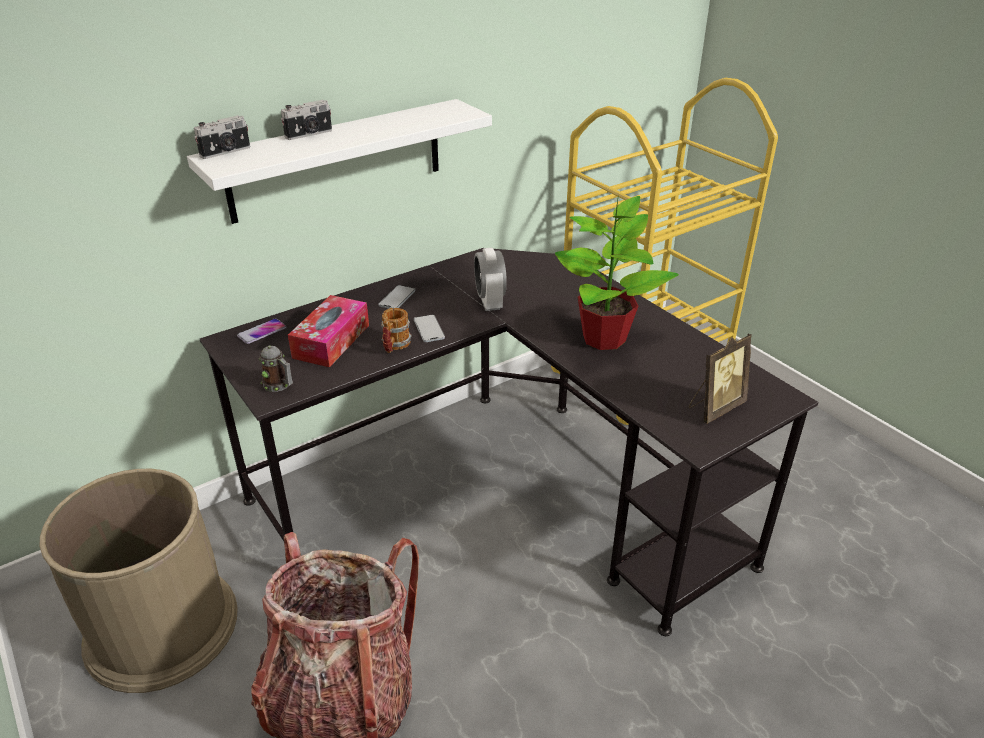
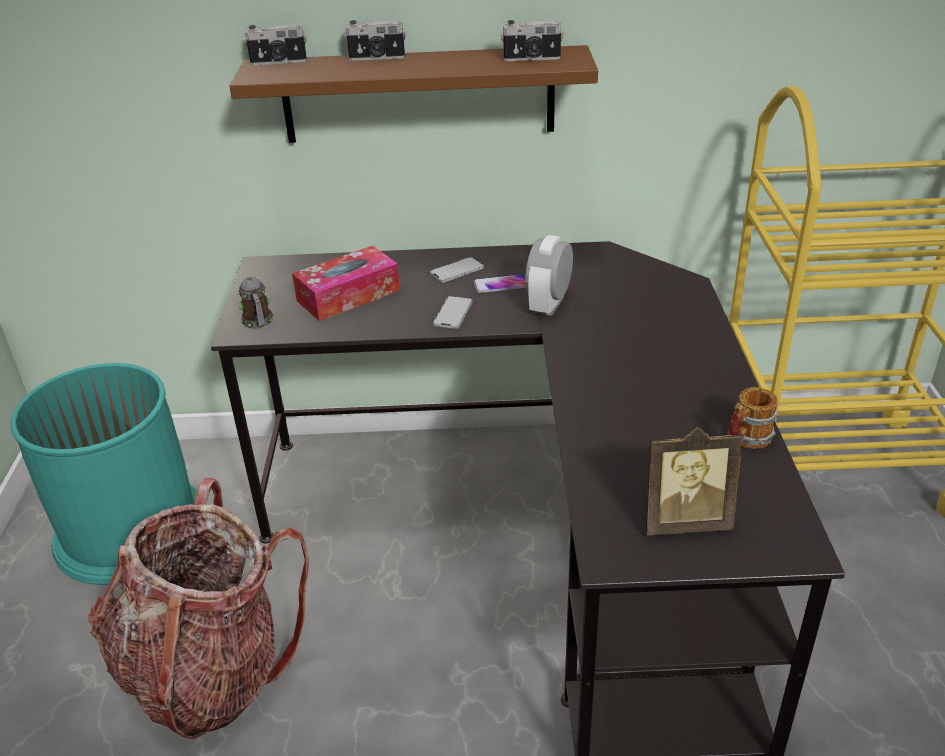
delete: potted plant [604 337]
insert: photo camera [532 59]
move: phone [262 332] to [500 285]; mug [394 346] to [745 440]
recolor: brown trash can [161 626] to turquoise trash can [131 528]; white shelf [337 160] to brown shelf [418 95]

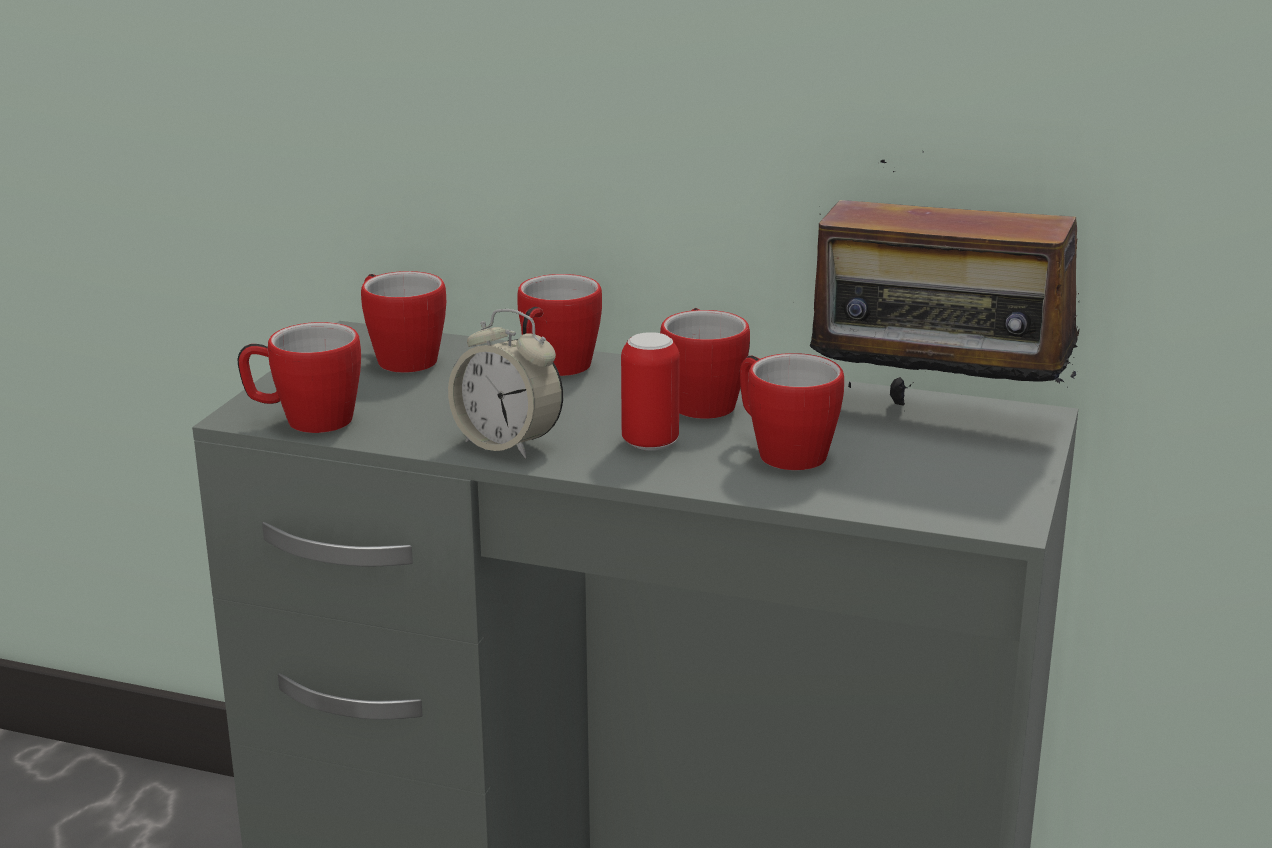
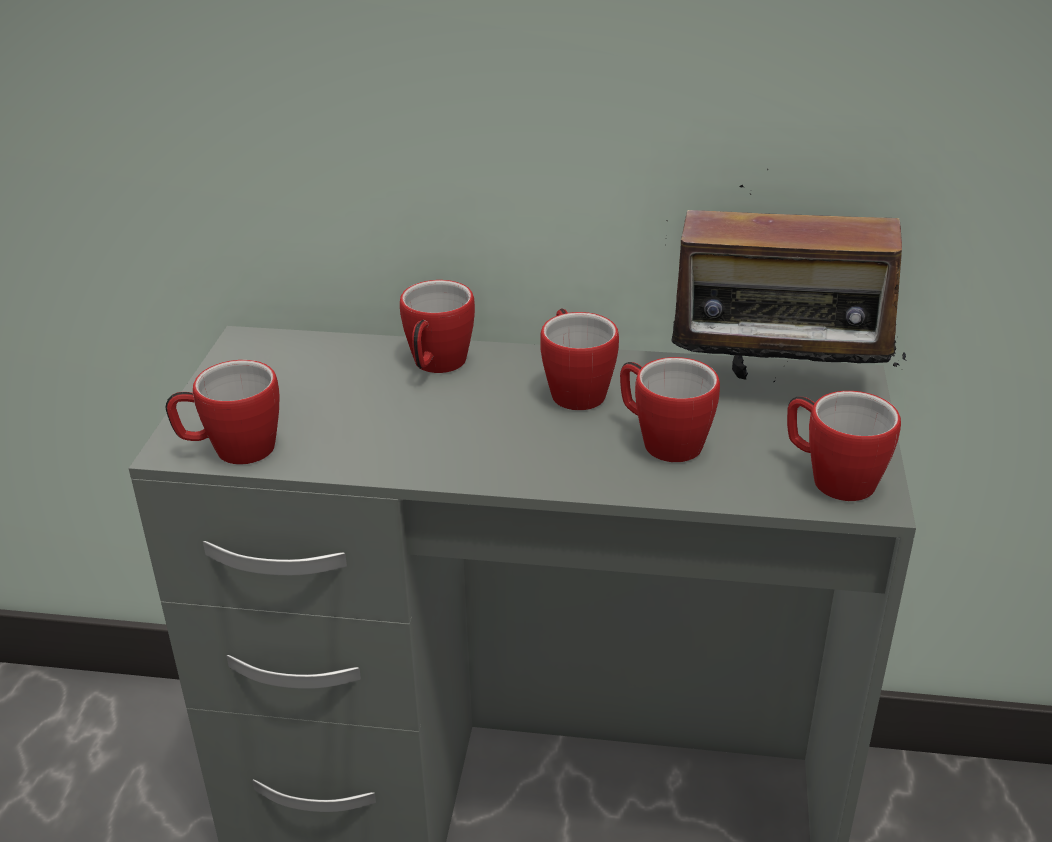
delete: alarm clock [507 444]; can [650 443]
move: mug [400 358] to [831 478]

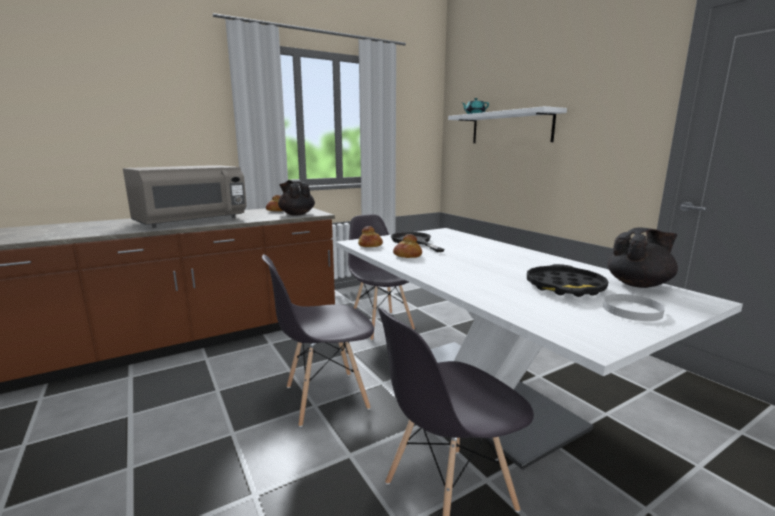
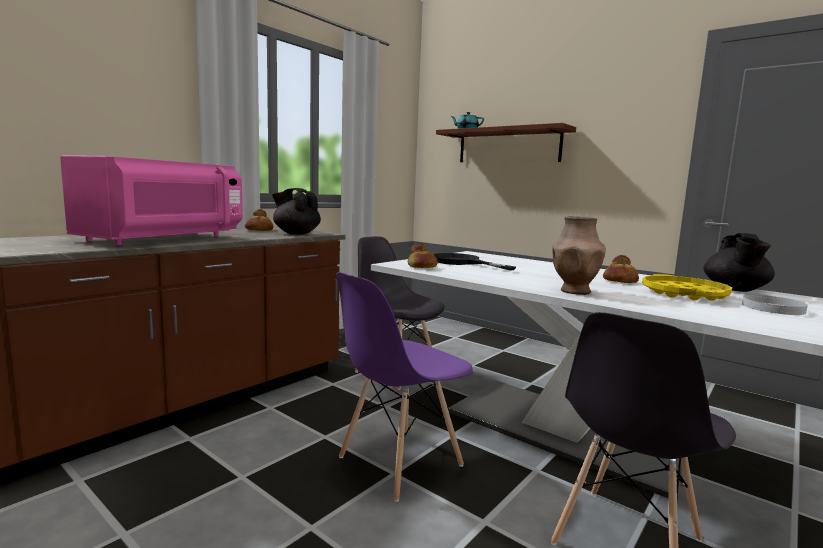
insert: brown vase [574 291]
move: bread [407 256] to [619 281]
recolor: grey microwave [192 221] to pink microwave [163 239]; grey chair [325 398] to purple chair [399 462]; white shelf [510 128] to brown shelf [508 146]; black tray [564 287] to yellow tray [684 294]
rotate: black teapot [639 284] = [735 289] 150 degrees clockwise

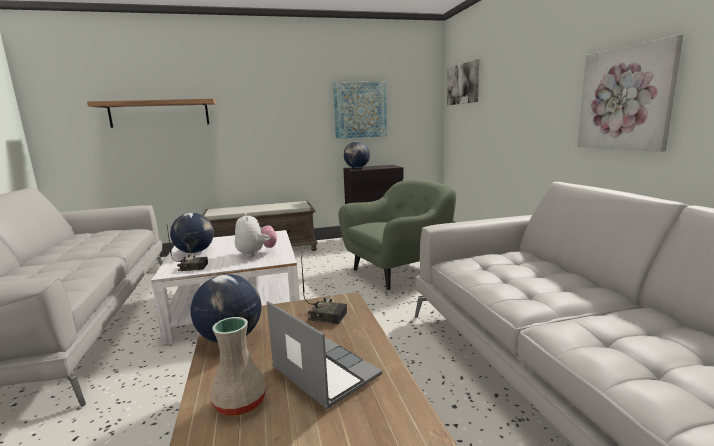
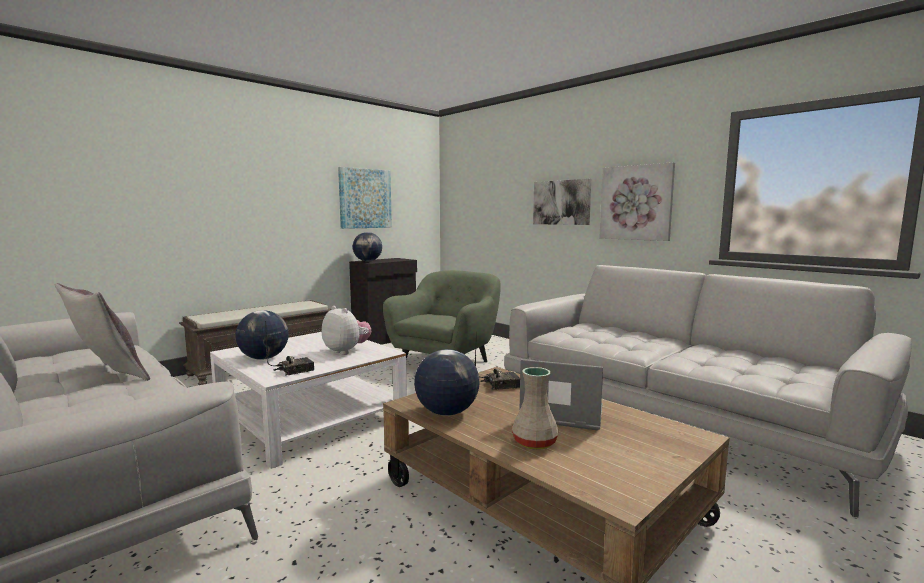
delete: shelf [159 113]
insert: grey pillow [107 376]
move: picture [463 84] to [561 202]

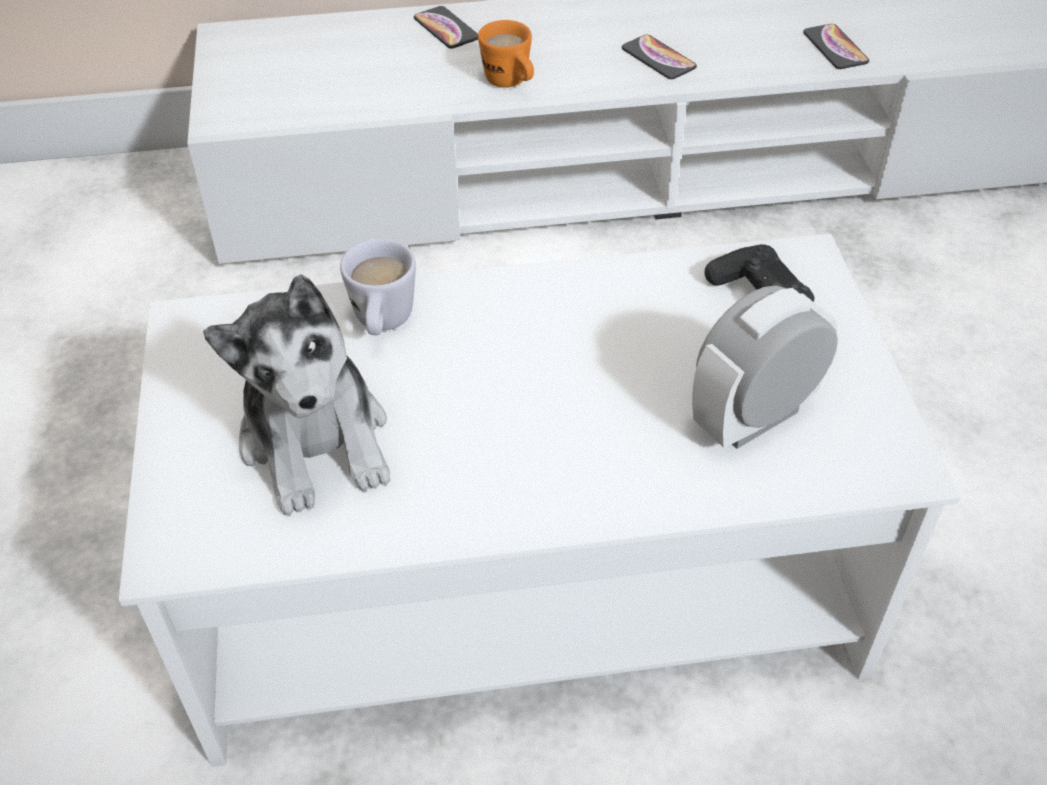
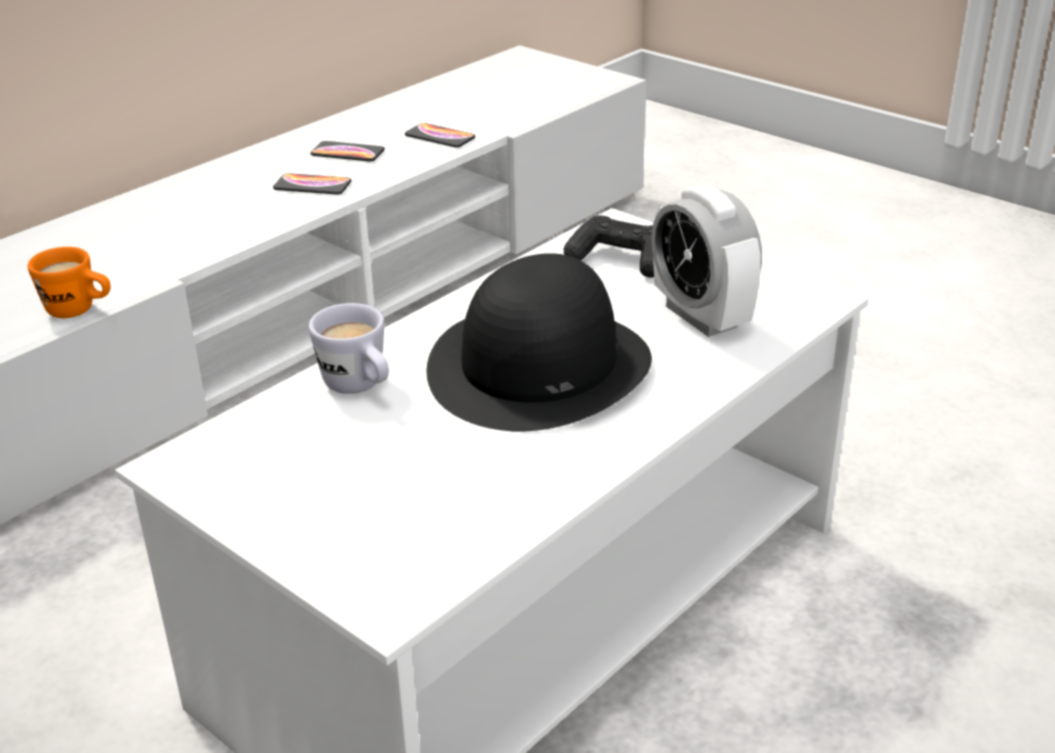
delete: plush toy [316 440]
insert: black hat [539 367]
move: phone [446 28] to [347 153]; orange mug [511 83] to [80 311]
rotate: alarm clock [754 418] = [701 316] 45 degrees counterclockwise

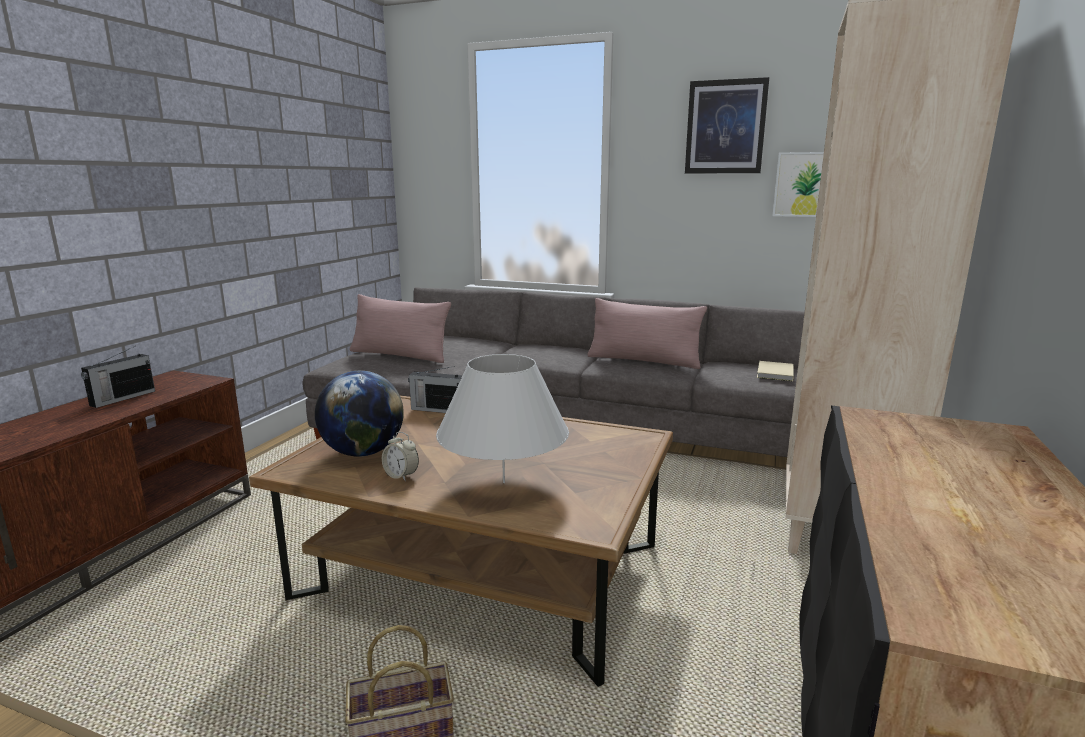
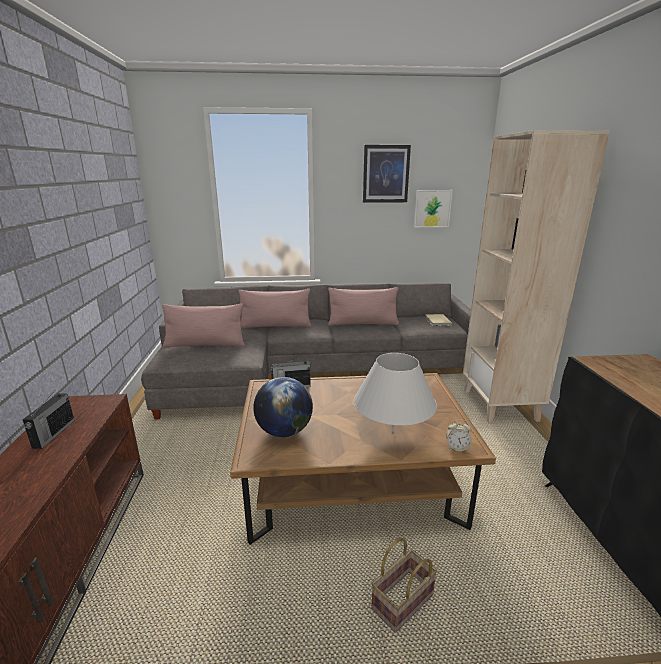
insert: pink pillow [275 326]
move: alarm clock [401 476] to [457 447]

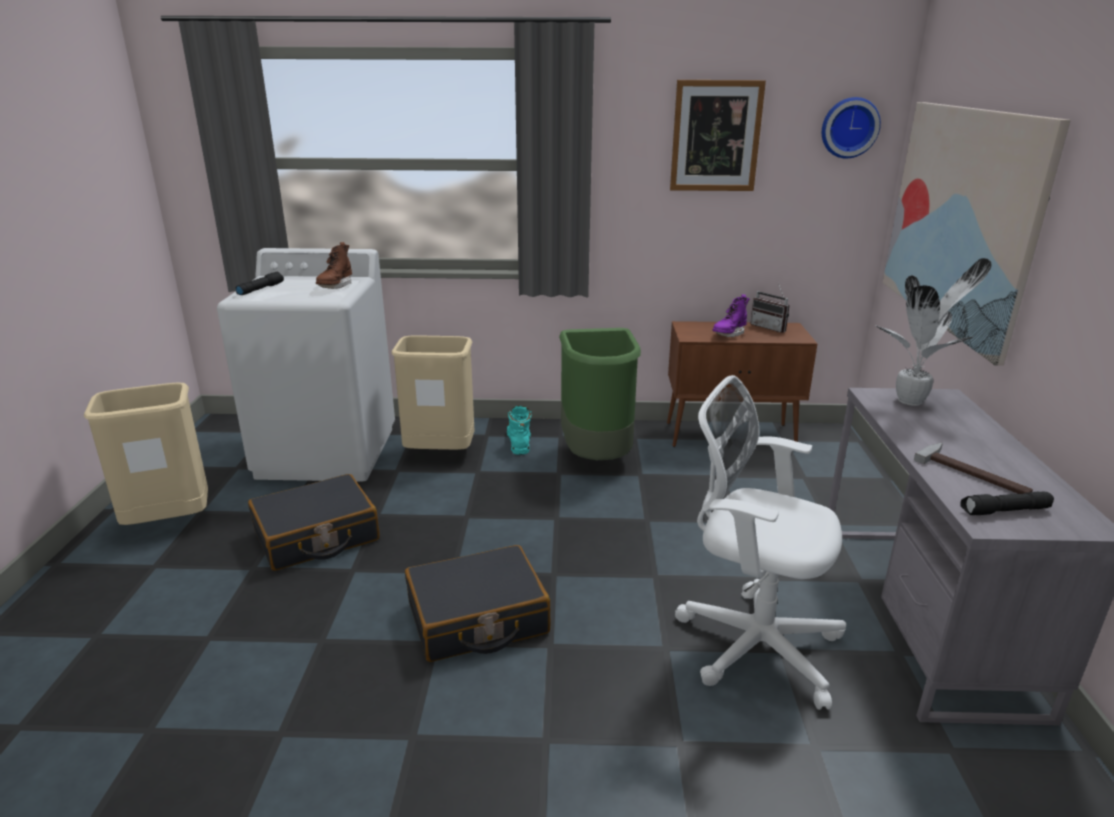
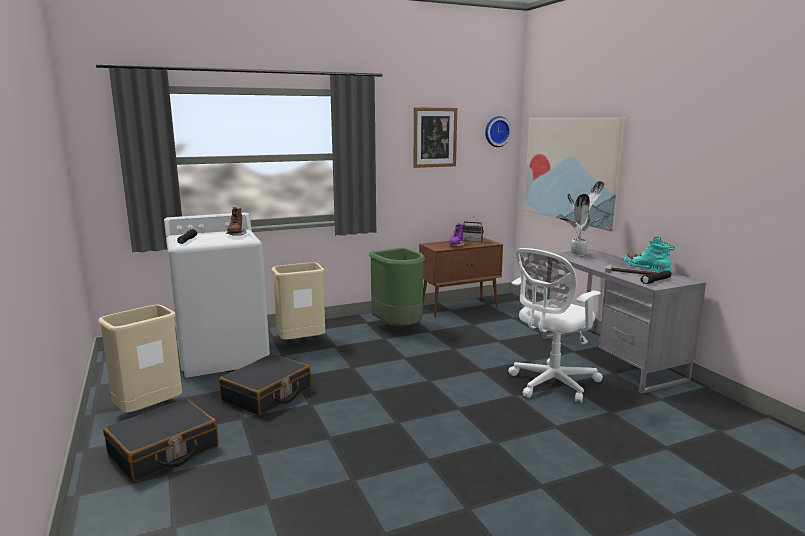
move: black suitcase [477 619] to [164 451]; turquoise boot [519 441] to [646 268]
rotate: white office chair [751 642] = [550 384] 45 degrees counterclockwise

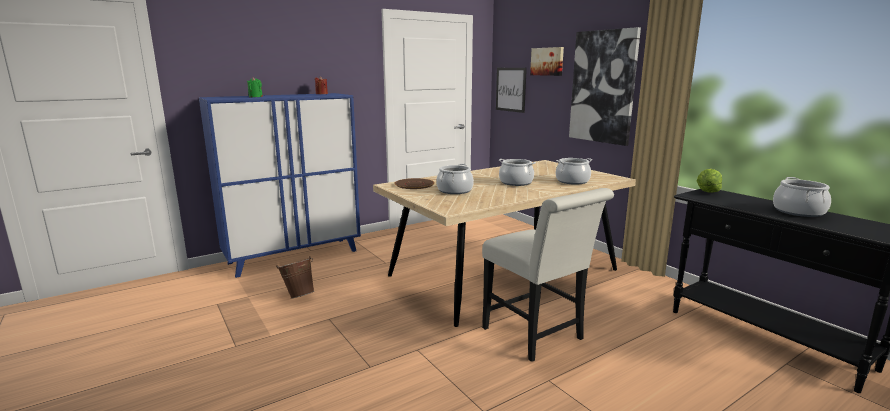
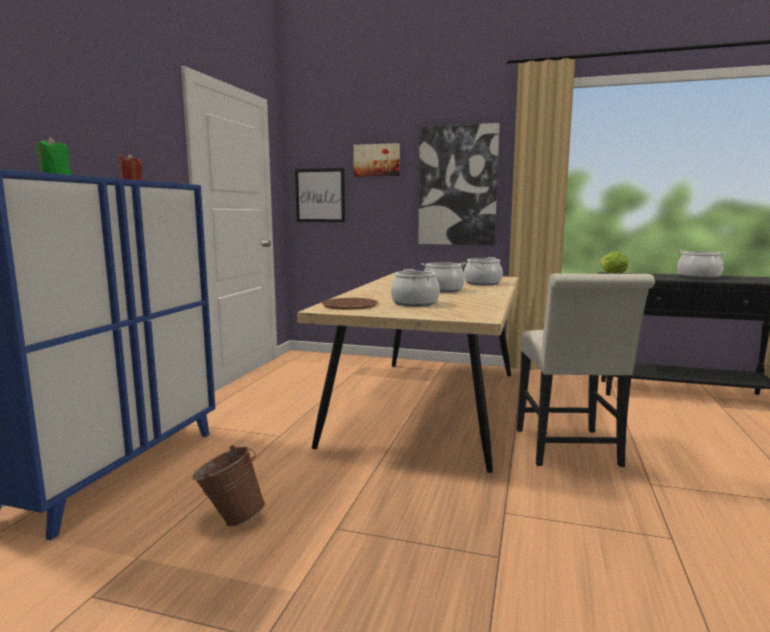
rotate: white chair [537 336] = [569 451] 75 degrees clockwise

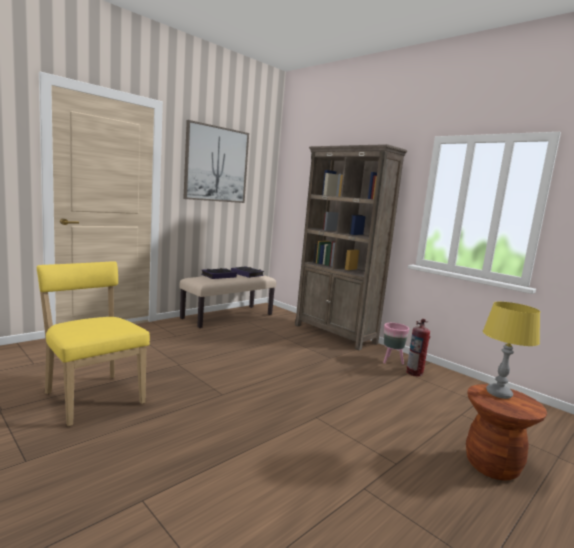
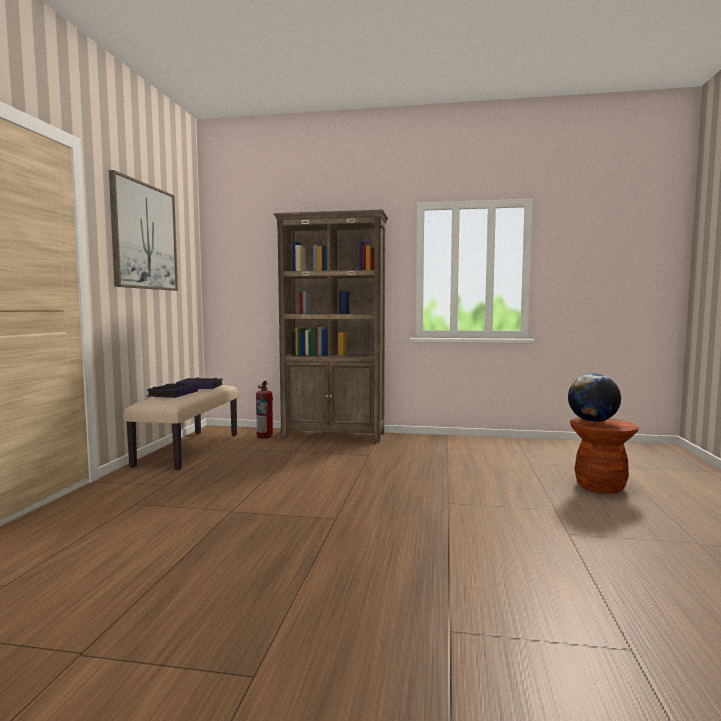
delete: yellow chair [92 396]; pink planter [391 361]
move: fire extinguisher [414 373] to [265 436]
replace: yellow table lamp [498 394] to globe [592 421]

